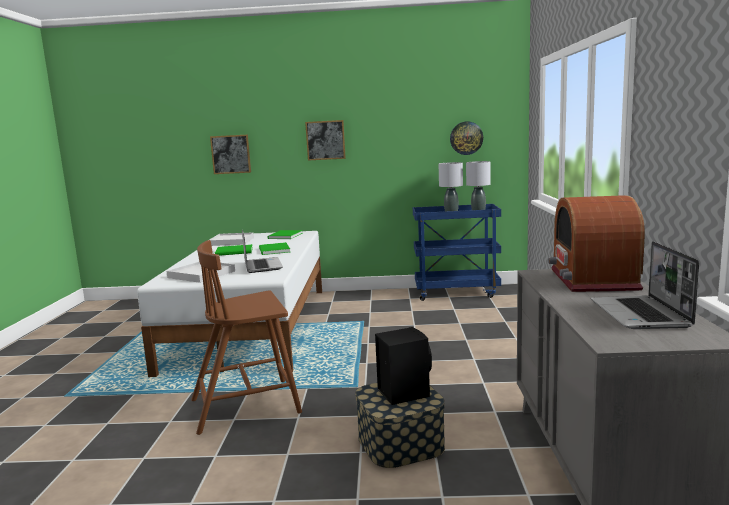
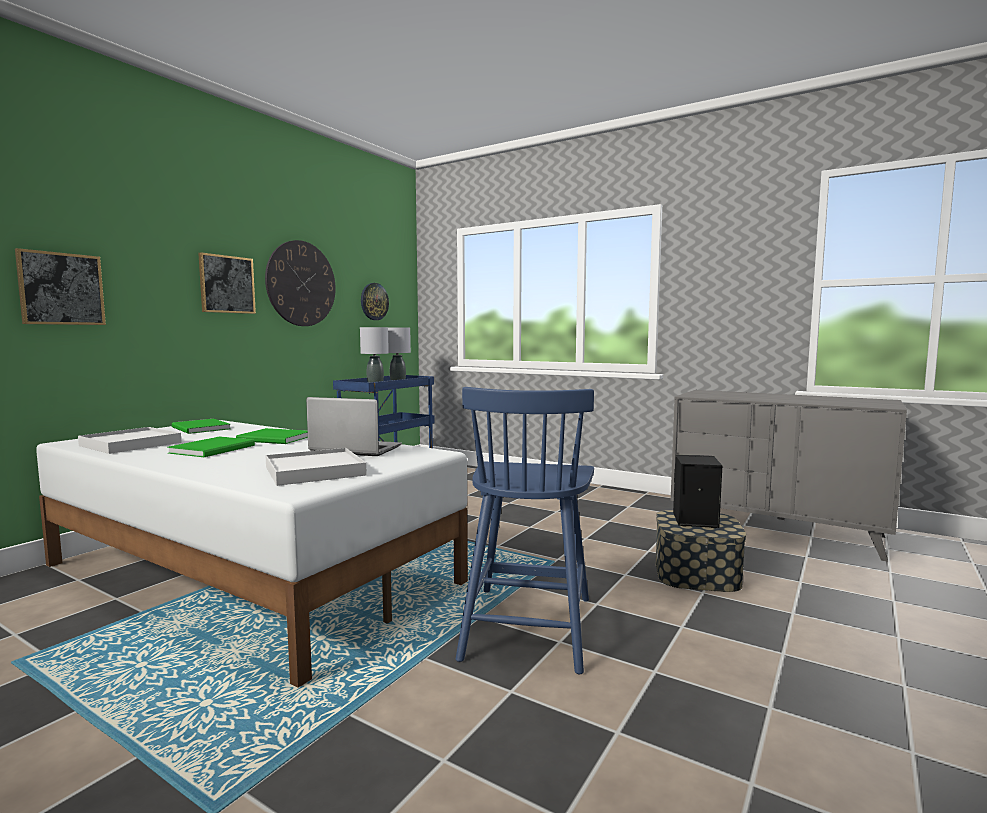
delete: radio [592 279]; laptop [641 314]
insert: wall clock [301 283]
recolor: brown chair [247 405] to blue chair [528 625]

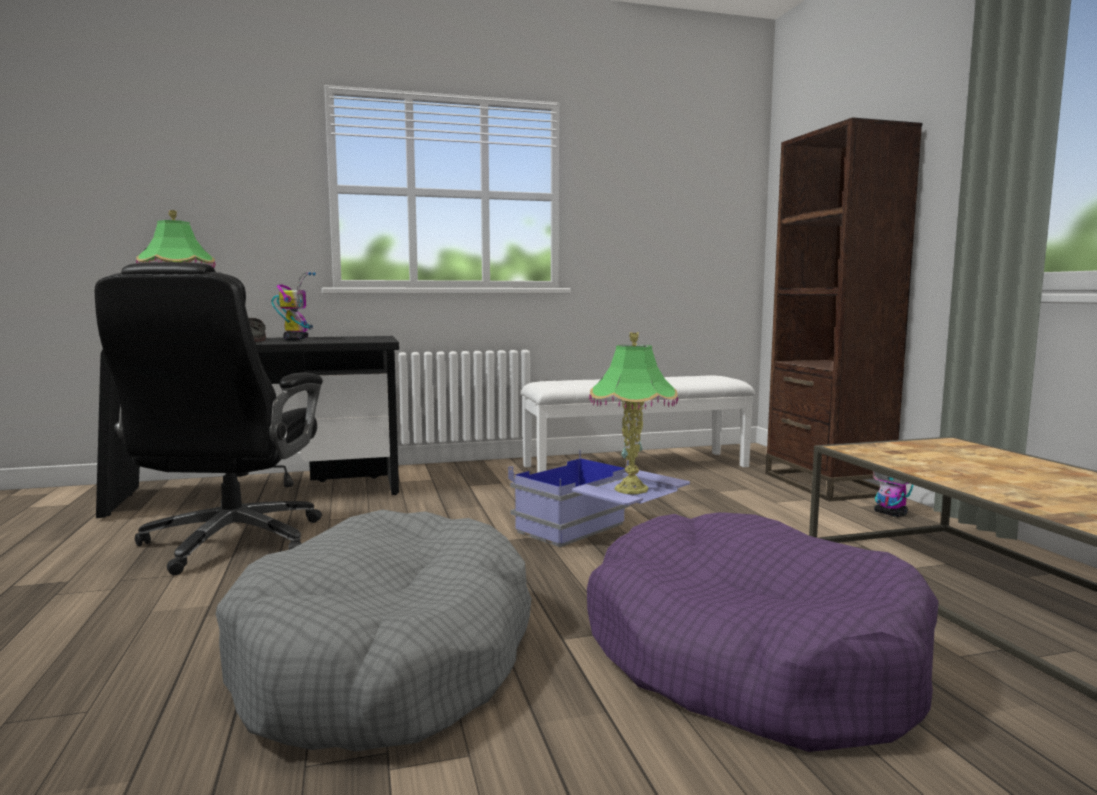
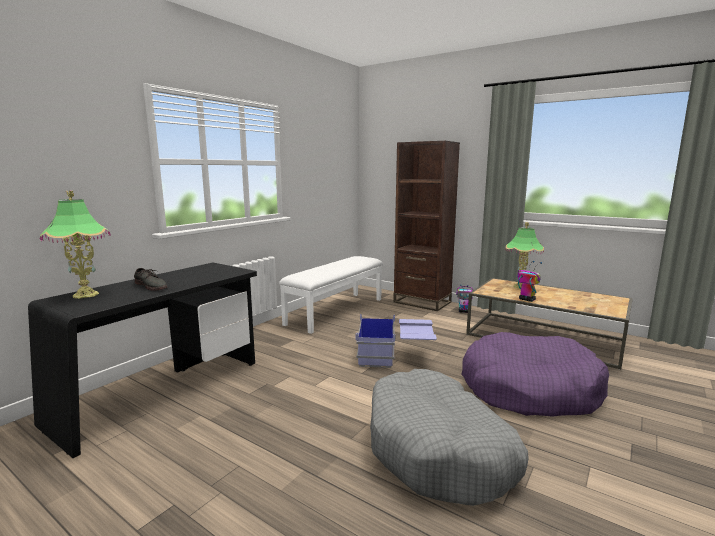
delete: black office chair [230 542]
move: toy robot [296 339] to [526 299]; table lamp [631 489] to [521 287]

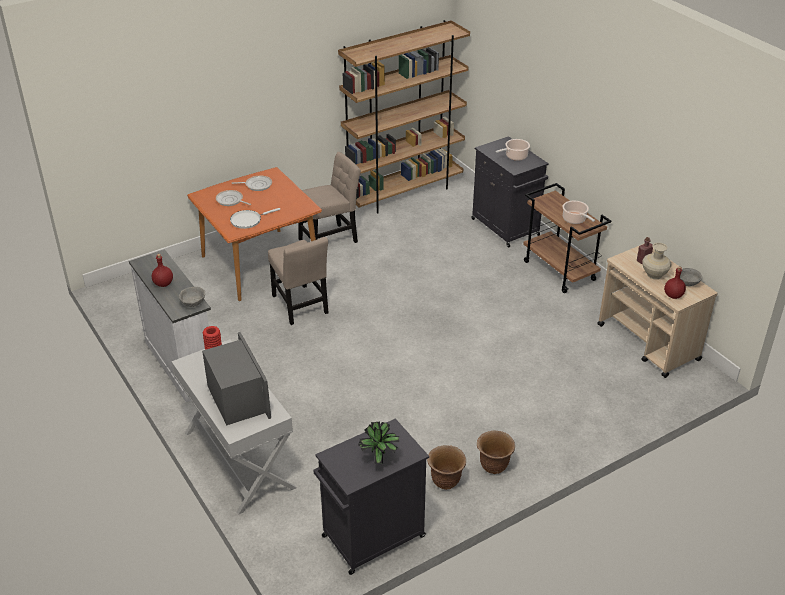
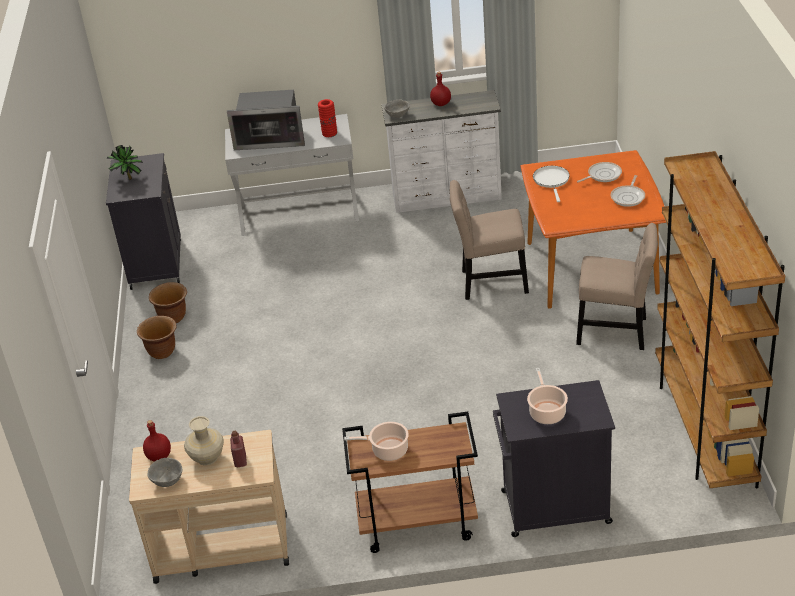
rotate: beige chair [330 239] = [616 332] 75 degrees counterclockwise

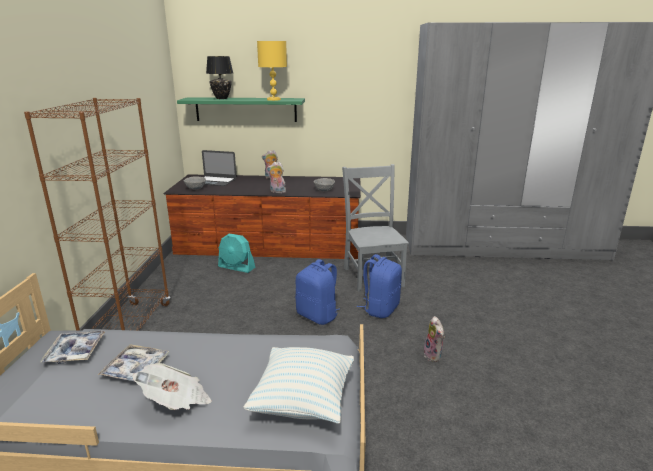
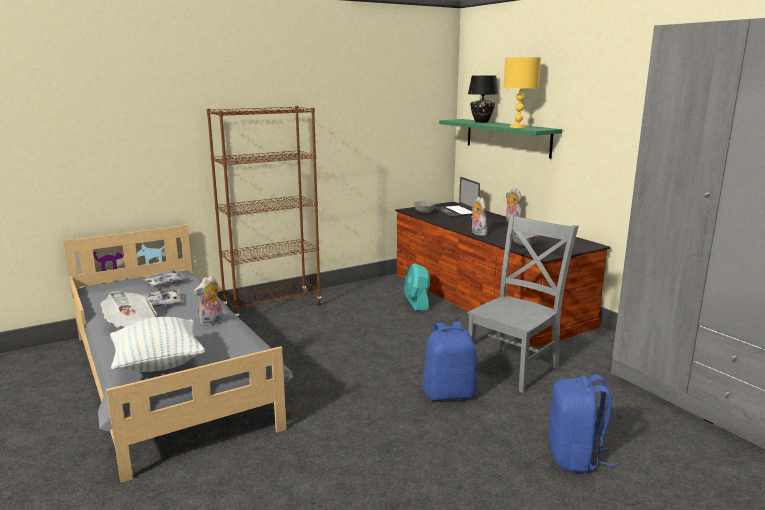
move: blue backpack [318 316] to [574 457]; plush toy [434 355] to [211 323]

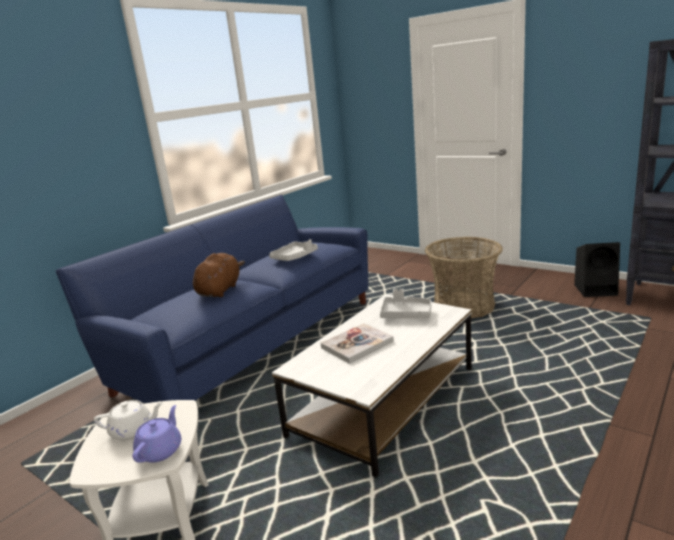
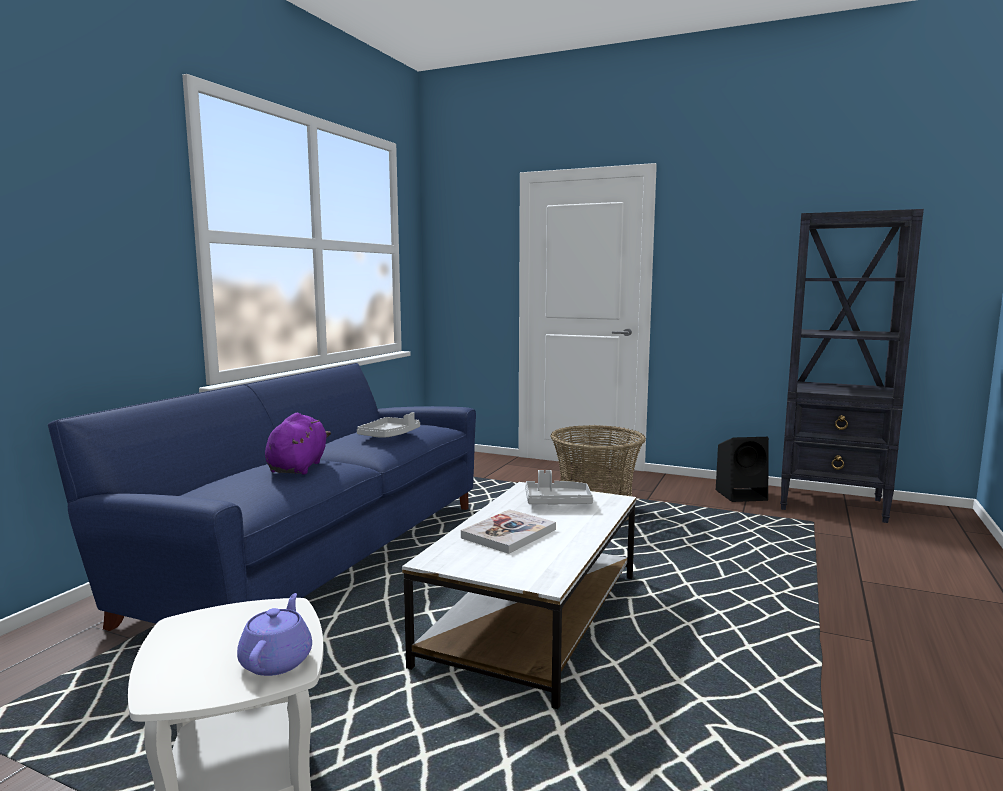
delete: white teapot [133 431]
recolor: brown plush toy [220 290] to purple plush toy [298 467]

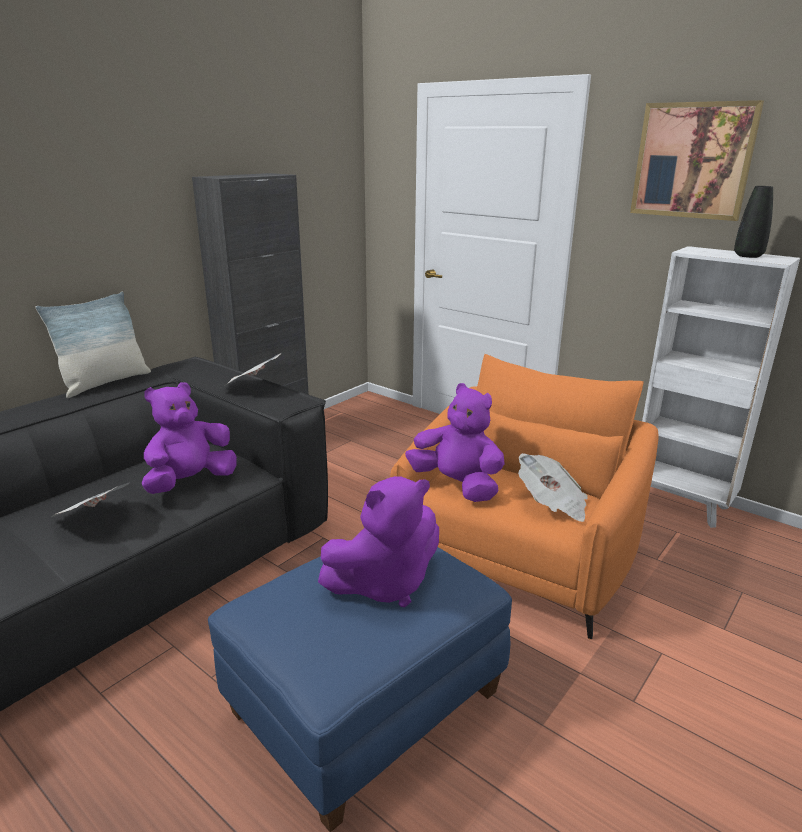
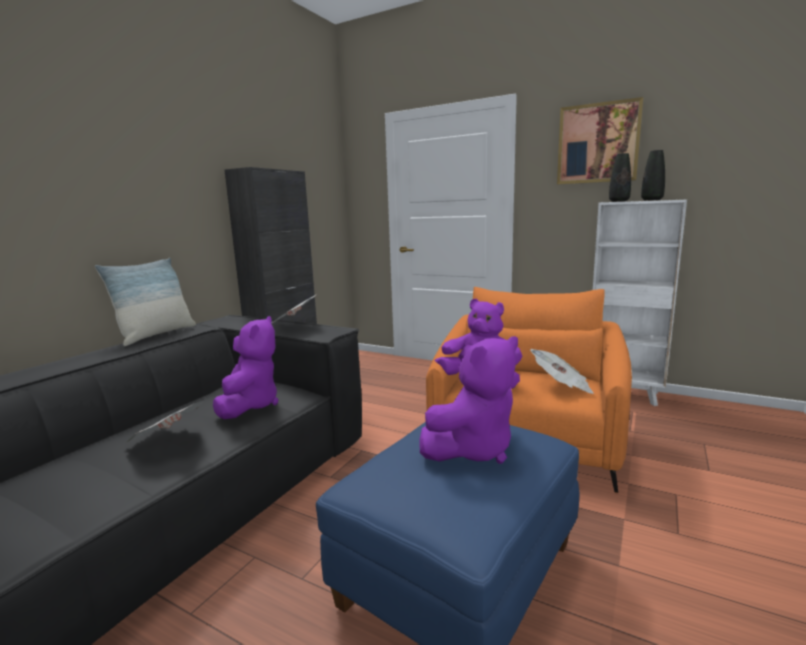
insert: black vase [619 201]
rotate: purple plush toy [190 482] = [250 405] 150 degrees clockwise

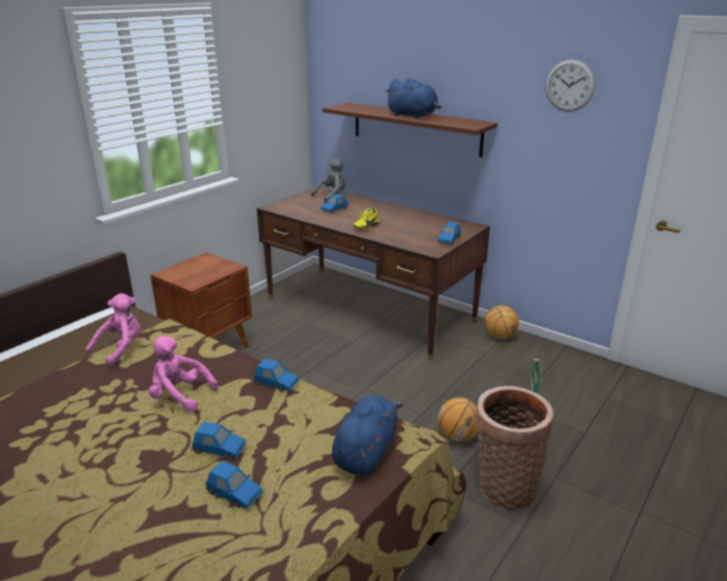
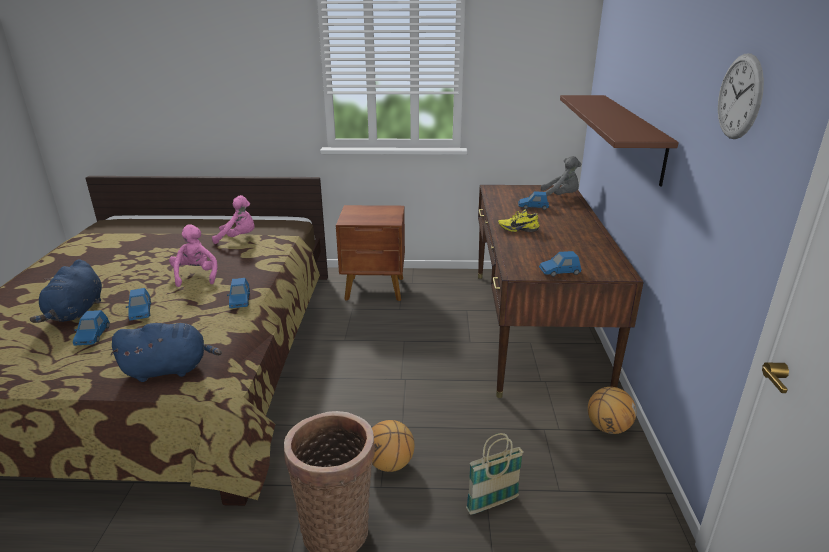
move: blue plush toy [413 116] to [76 313]

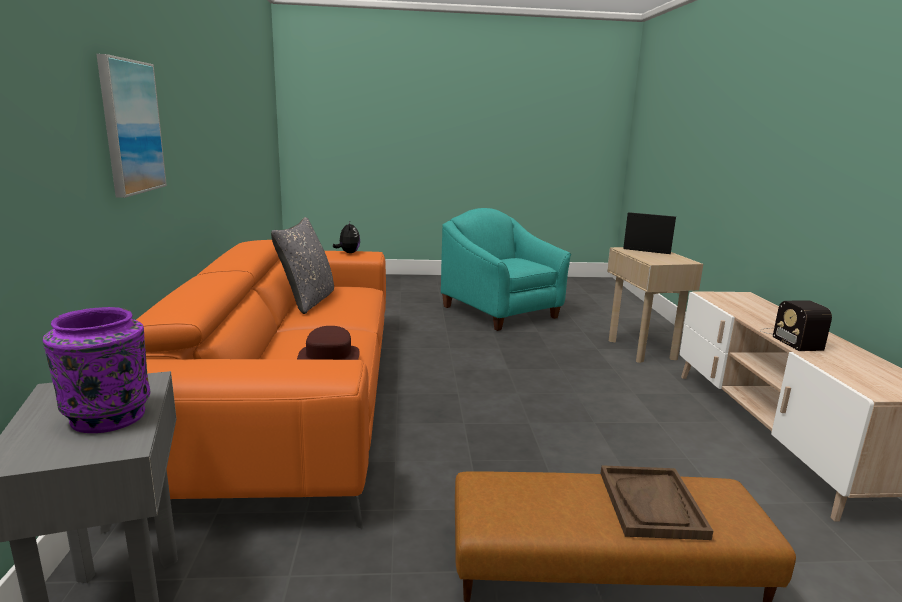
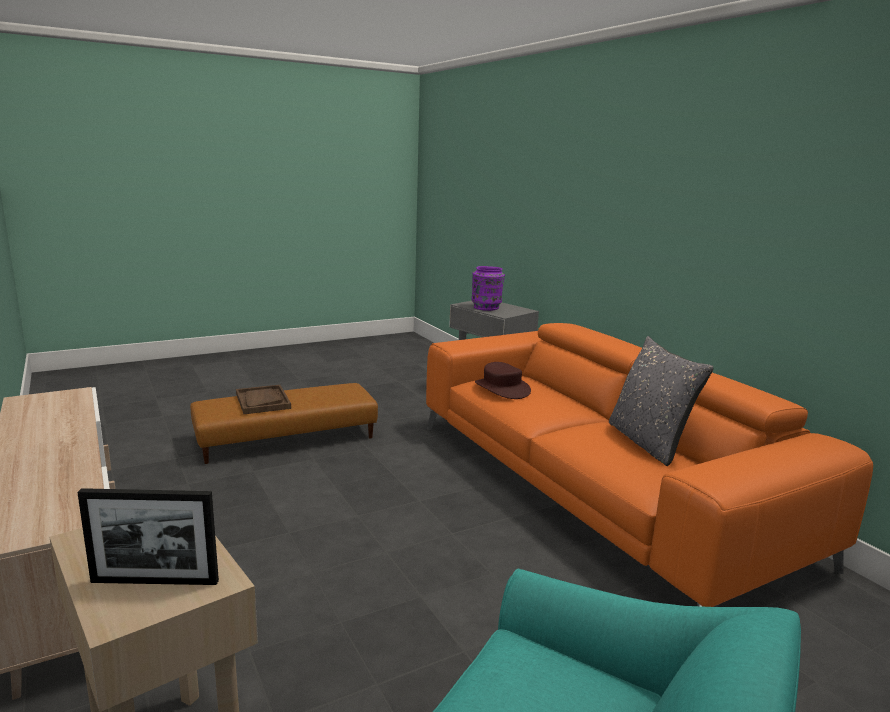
delete: picture [131 127]; plush toy [348 253]; radio [790 338]

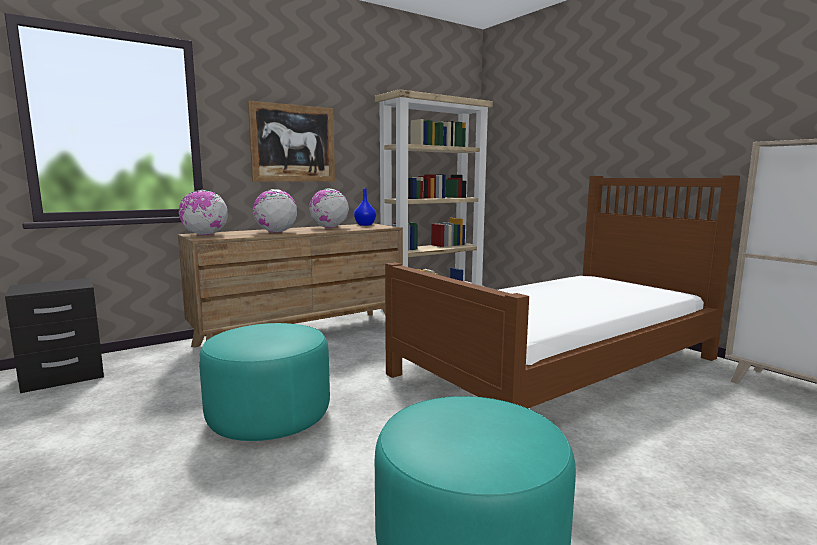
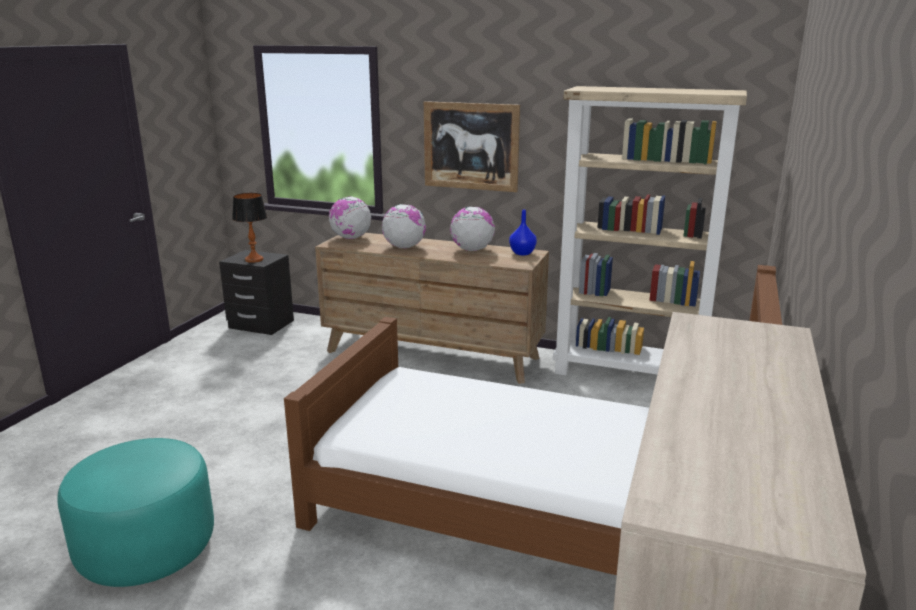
delete: turquoise ottoman [269 417]
insert: table lamp [254 259]

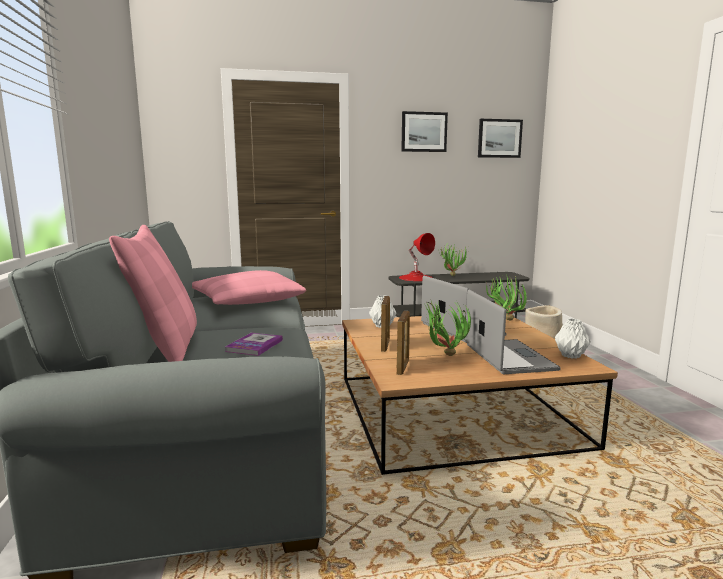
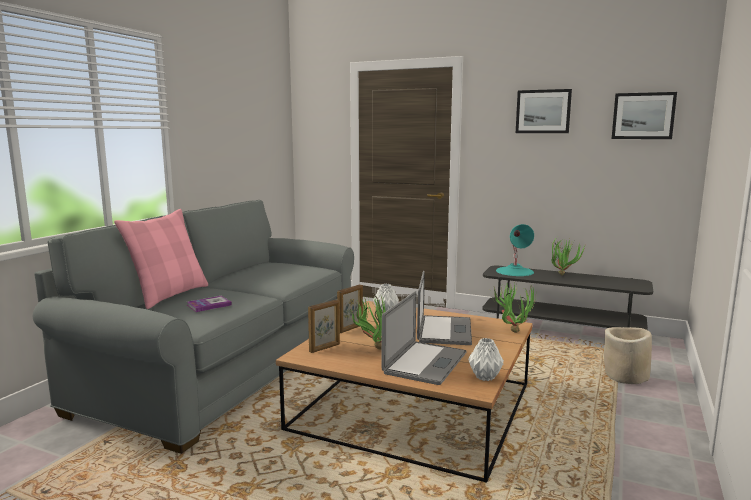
delete: pink pillow [246 301]
recolor: red table lamp [416 278] to turquoise table lamp [515 271]

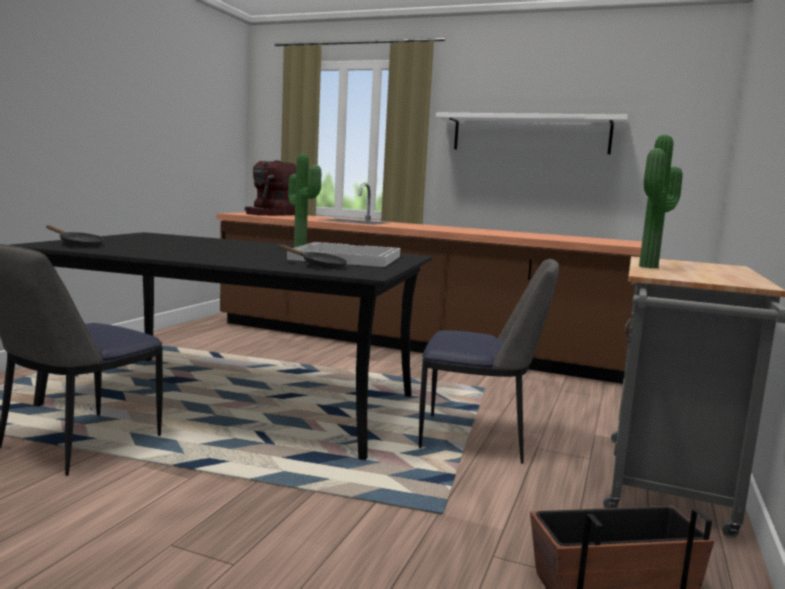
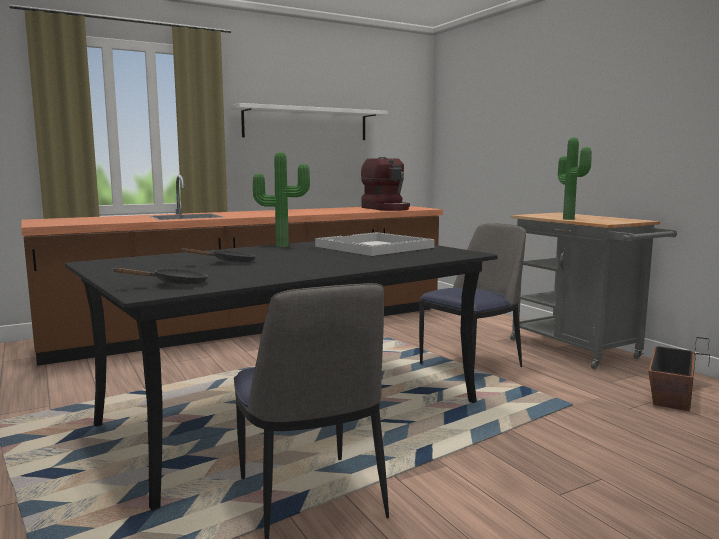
move: coffee machine [271 214] to [386 208]; black frying pan [319 266] to [229 262]

